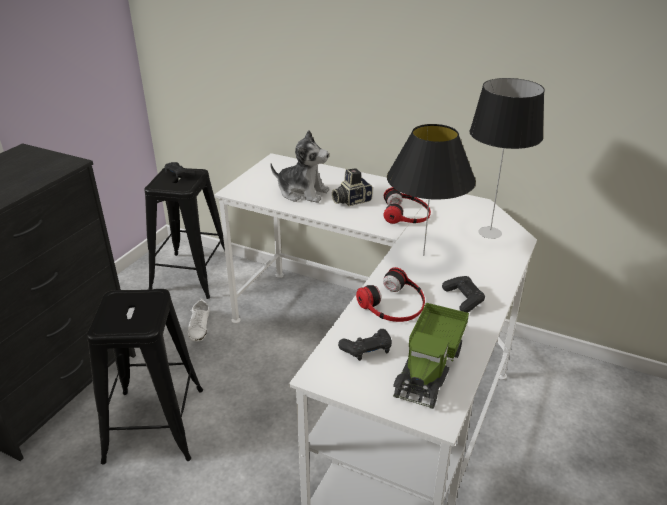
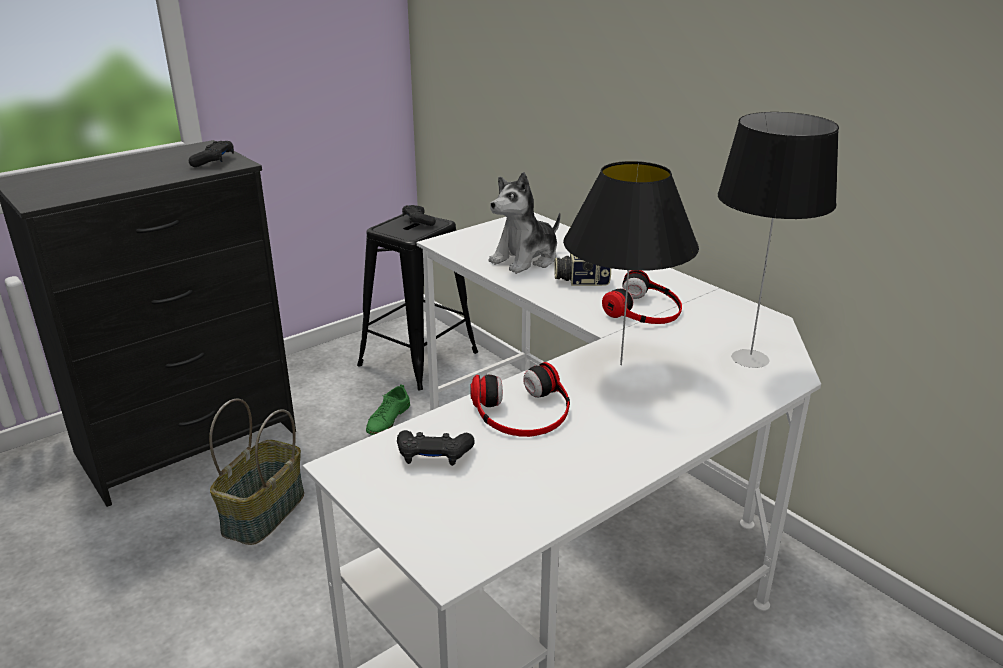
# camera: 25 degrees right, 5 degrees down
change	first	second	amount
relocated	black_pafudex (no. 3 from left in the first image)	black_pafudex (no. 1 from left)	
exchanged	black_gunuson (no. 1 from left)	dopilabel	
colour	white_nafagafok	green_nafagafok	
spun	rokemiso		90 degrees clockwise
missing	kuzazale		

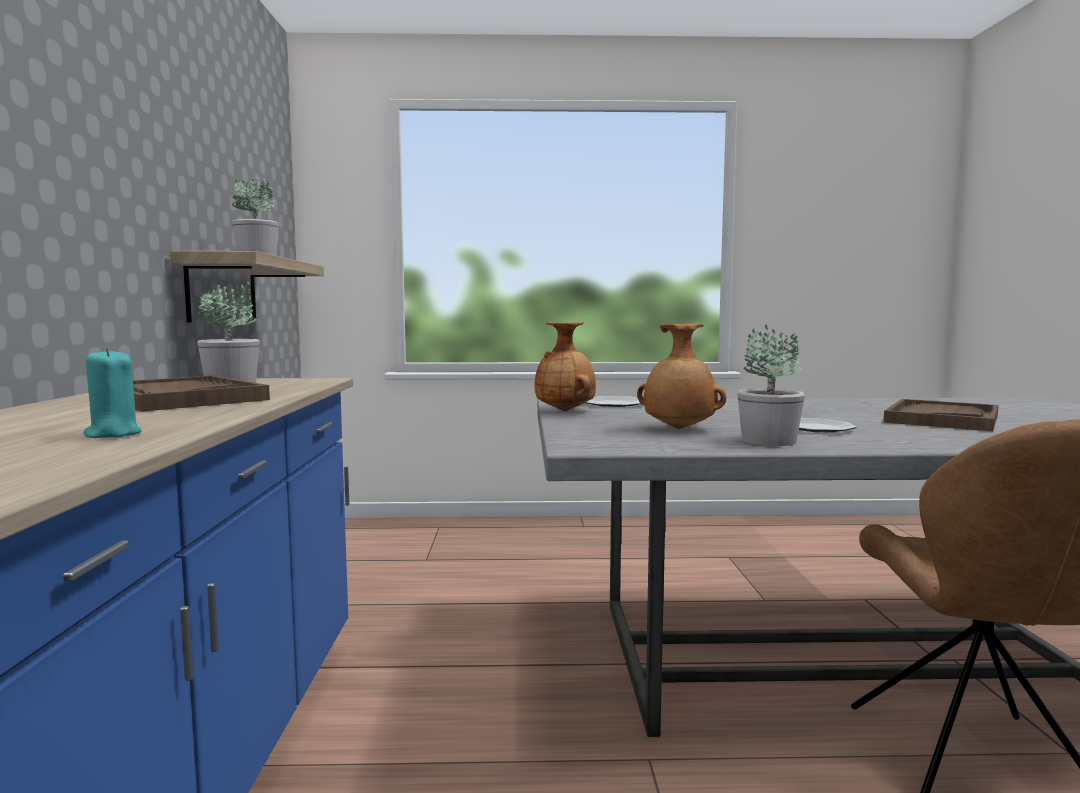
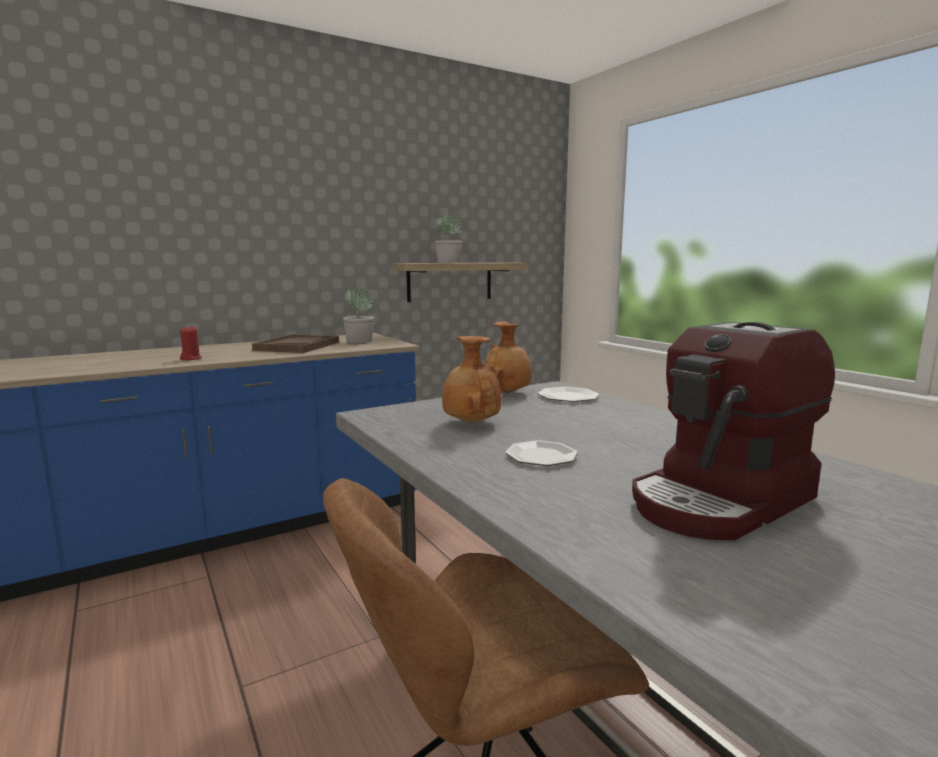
# camera: 60 degrees right, 5 degrees up
change	first	second	amount
colour	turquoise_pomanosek	red_pomanosek	
exchanged	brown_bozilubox (no. 2 from left)	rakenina	
missing	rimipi (no. 3 from left)		

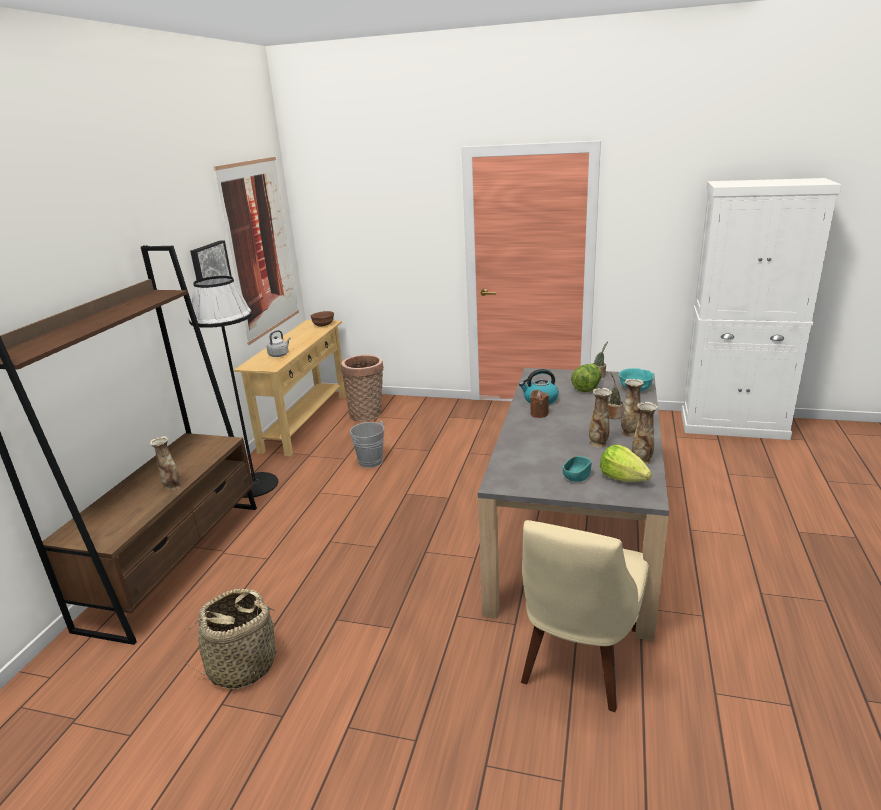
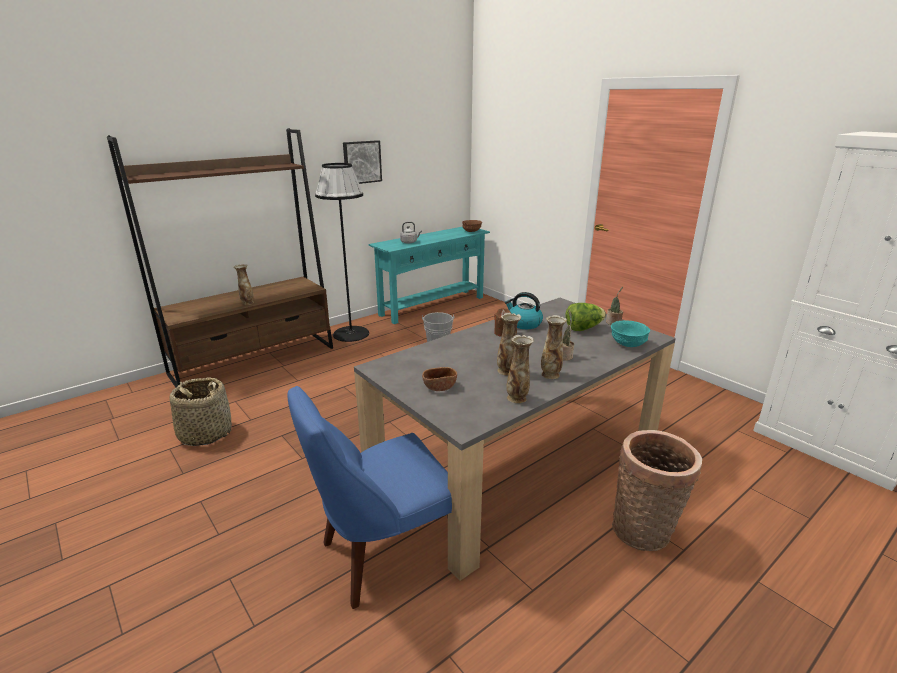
# camera: 35 degrees right, 0 degrees up
change	first	second	amount
colour	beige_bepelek	blue_bepelek	
colour	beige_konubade	turquoise_konubade	
colour	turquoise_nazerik (no. 1 from left)	brown_nazerik (no. 1 from left)	
relocated	dopilabel (no. 2 from left)		
missing	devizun (no. 2 from left)		
missing	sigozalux (no. 2 from left)		

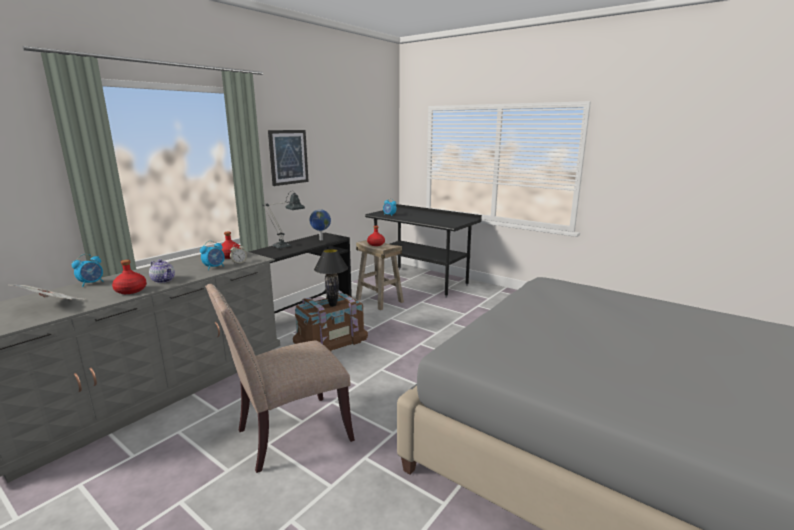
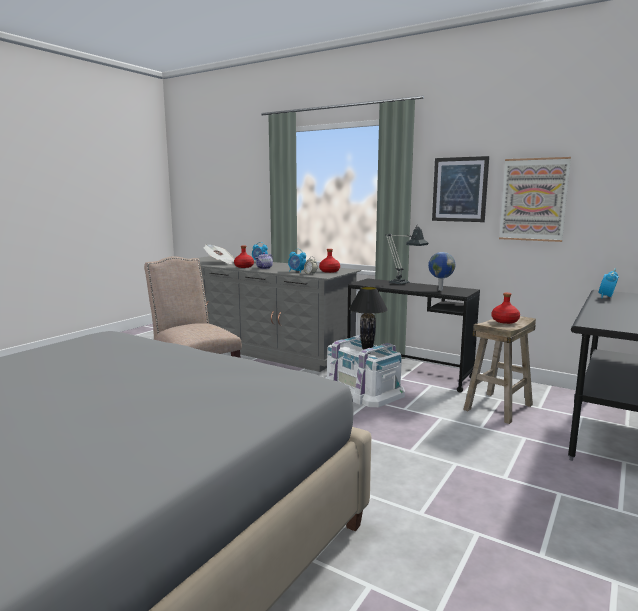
# camera: 85 degrees right, 5 degrees down
change	first	second	amount
colour	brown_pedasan	white_pedasan	
appeared		devizun (no. 2 from left)	

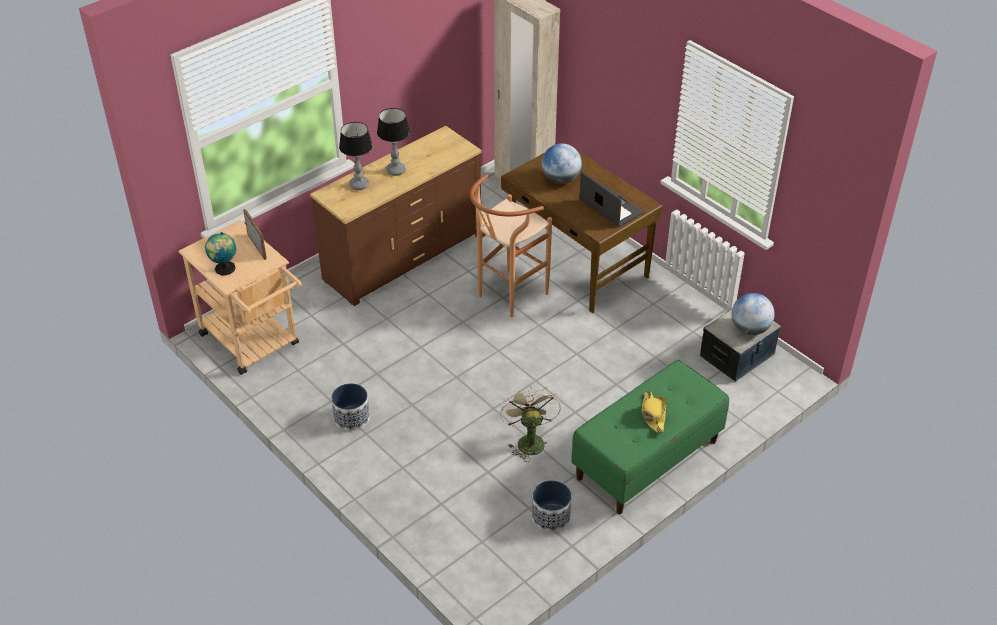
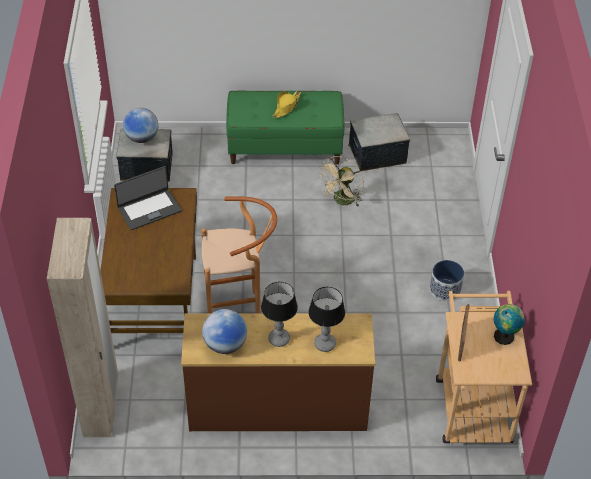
# camera: 140 degrees left, 5 degrees up
change	first	second	amount
spun	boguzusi		120 degrees counterclockwise
relocated	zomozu (no. 2 from left)		
exchanged	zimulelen (no. 2 from left)	pedasan (no. 2 from left)	

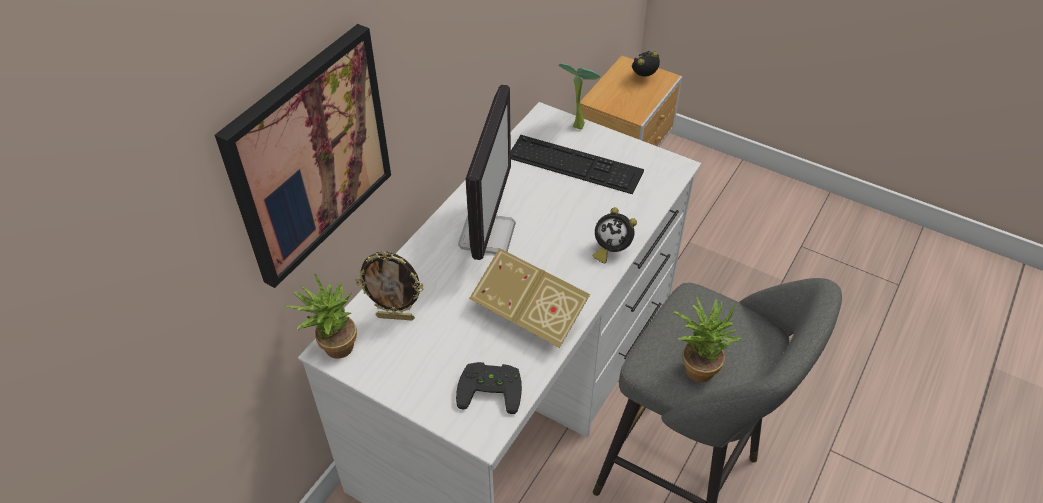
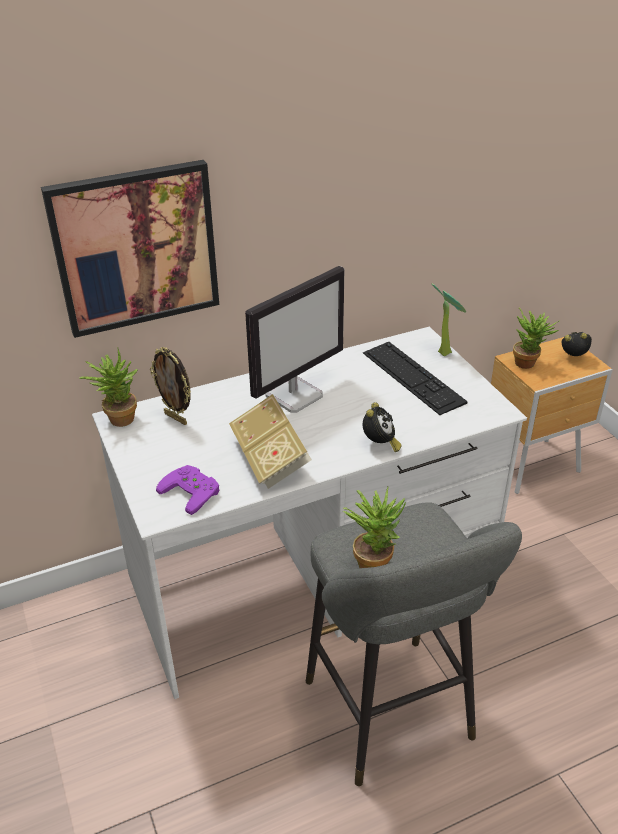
# camera: 35 degrees right, 10 degrees down
change	first	second	amount
colour	black_pafudex	purple_pafudex	
spun	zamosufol (no. 1 from left)		135 degrees counterclockwise
appeared		rimipi (no. 4 from left)	

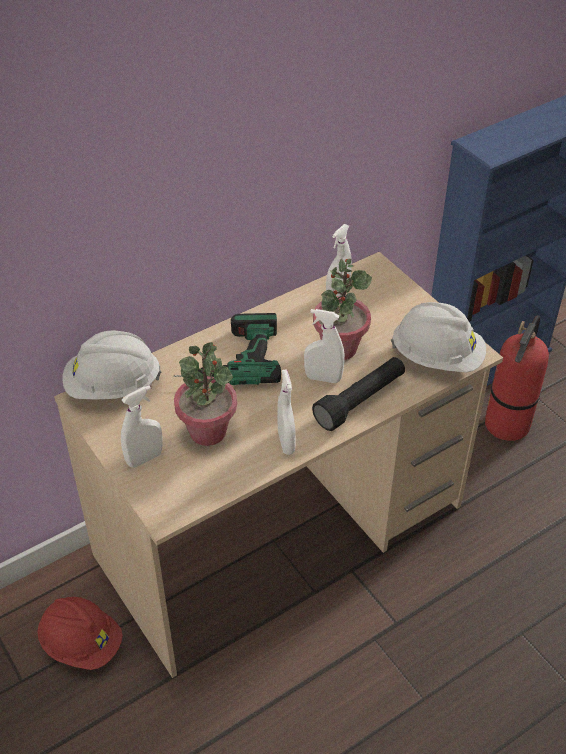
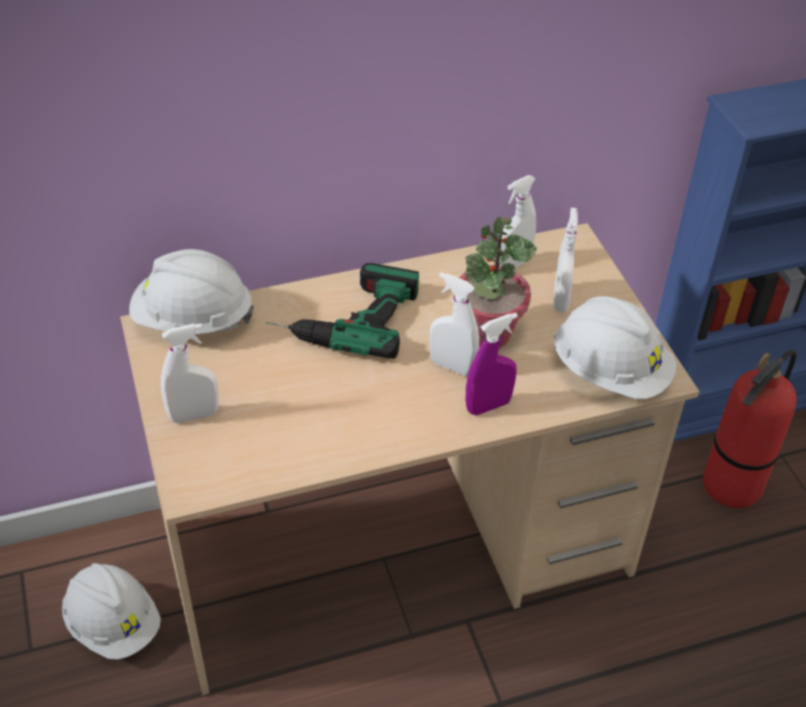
# camera: 15 degrees right, 0 degrees up
change	first	second	amount
colour	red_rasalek	white_rasalek (no. 1 from left)	
exchanged	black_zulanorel	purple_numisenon	
relocated	white_numisenon (no. 2 from left in the first image)	white_numisenon (no. 4 from left)	
missing	rimipi (no. 1 from left)		

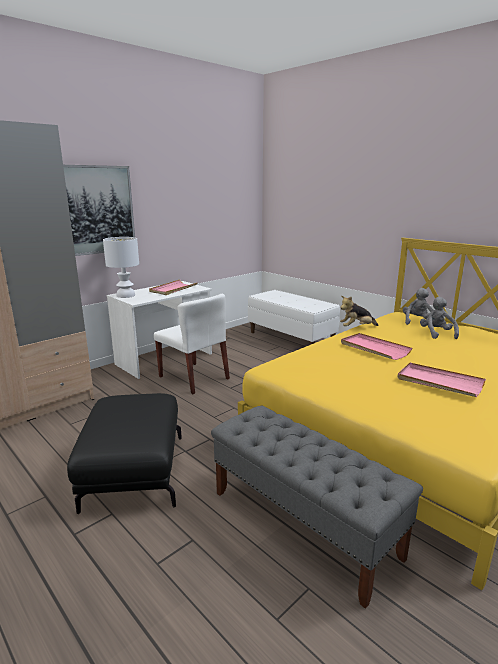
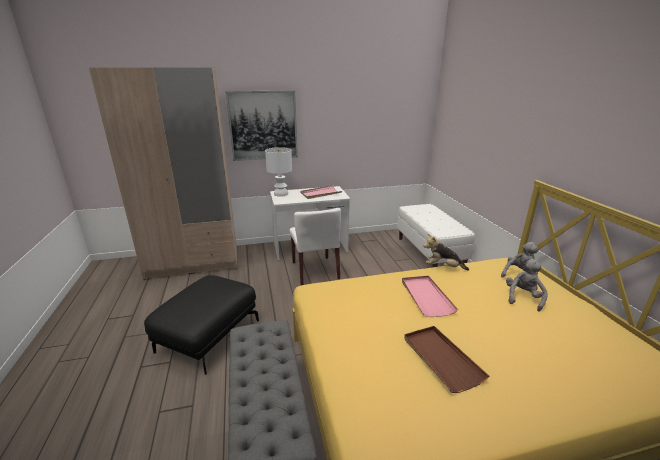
# camera: 30 degrees right, 5 degrees up
change	first	second	amount
colour	pink_bozilubox (no. 3 from left)	brown_bozilubox	

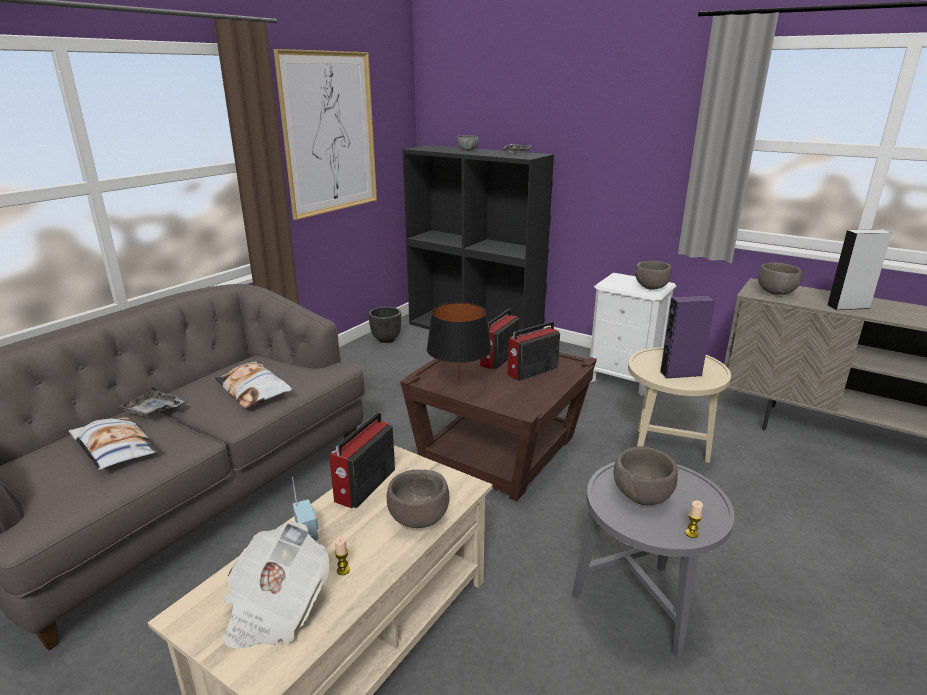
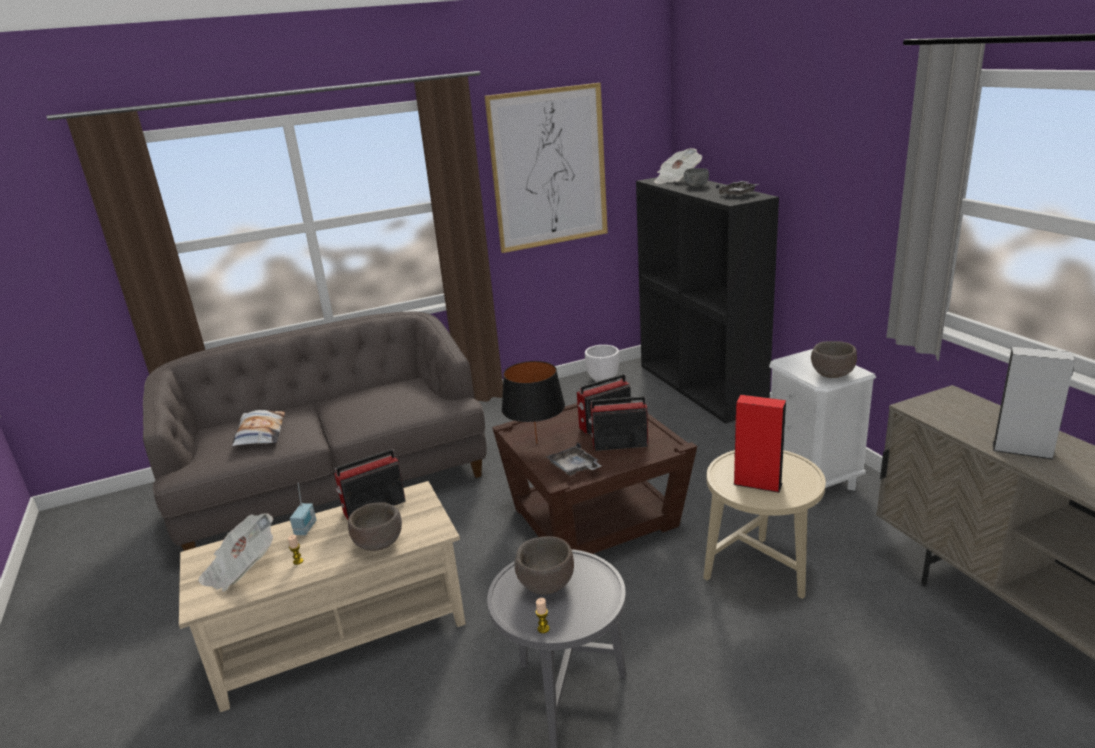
# camera: 35 degrees right, 0 degrees up
change	first	second	amount
relocated	grey_bozilubox (no. 1 from left)		
colour	black_zimulelen	white_zimulelen	
appeared		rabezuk (no. 2 from left)	
colour	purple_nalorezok	red_nalorezok	
missing	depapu (no. 2 from left)		
missing	brown_nazerik (no. 4 from left)		

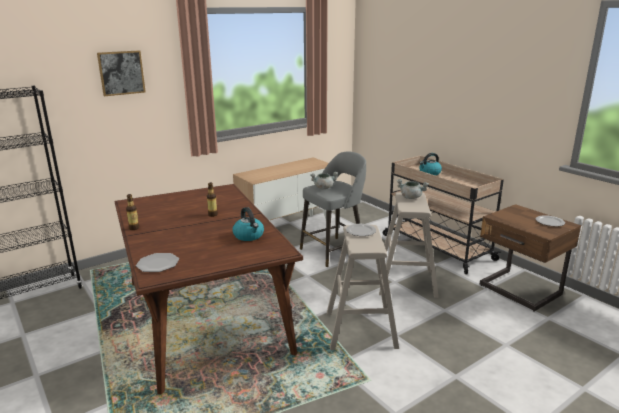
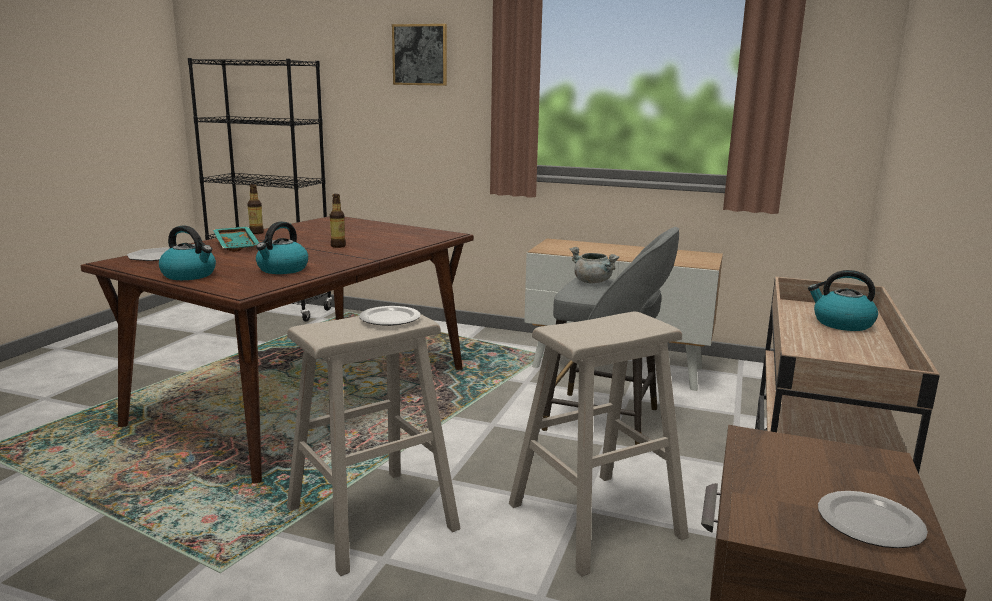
# camera: 55 degrees right, 5 degrees down
change	first	second	amount
appeared		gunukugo (no. 1 from left)	
appeared		turquoise_bozilubox	
missing	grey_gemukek (no. 2 from left)		

